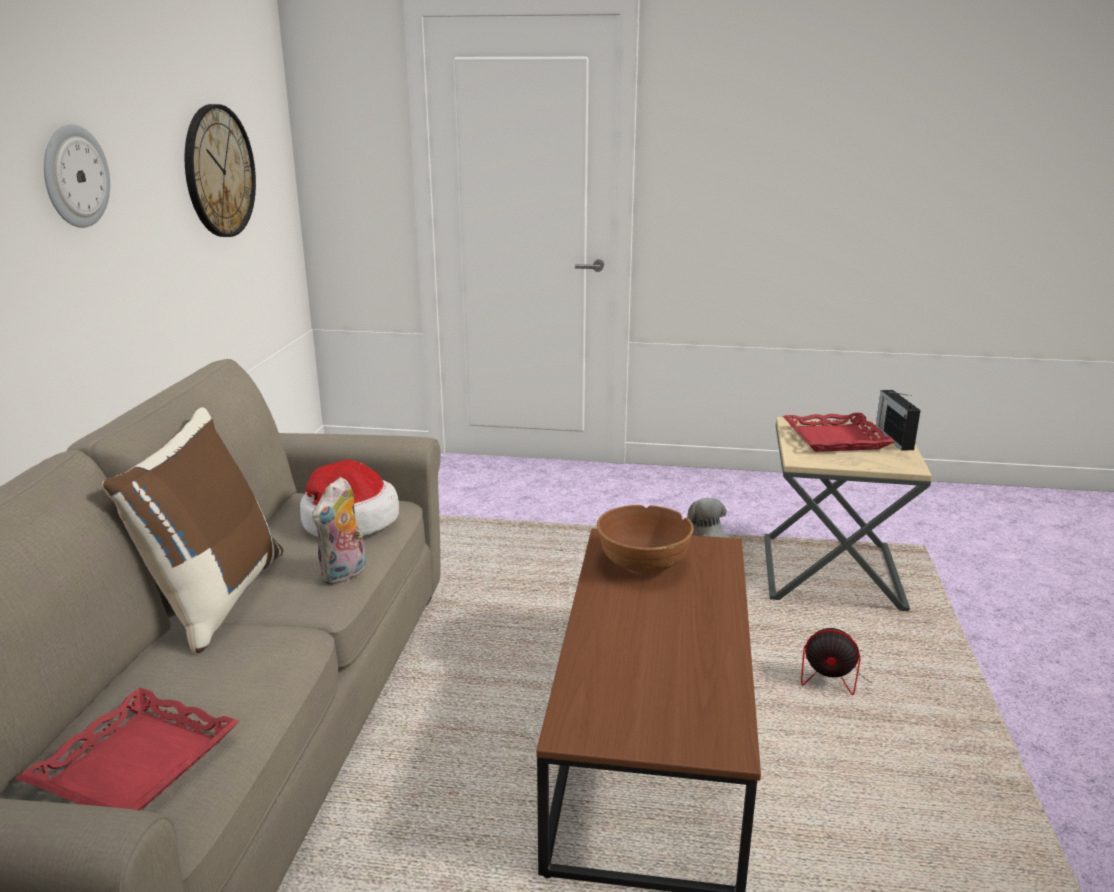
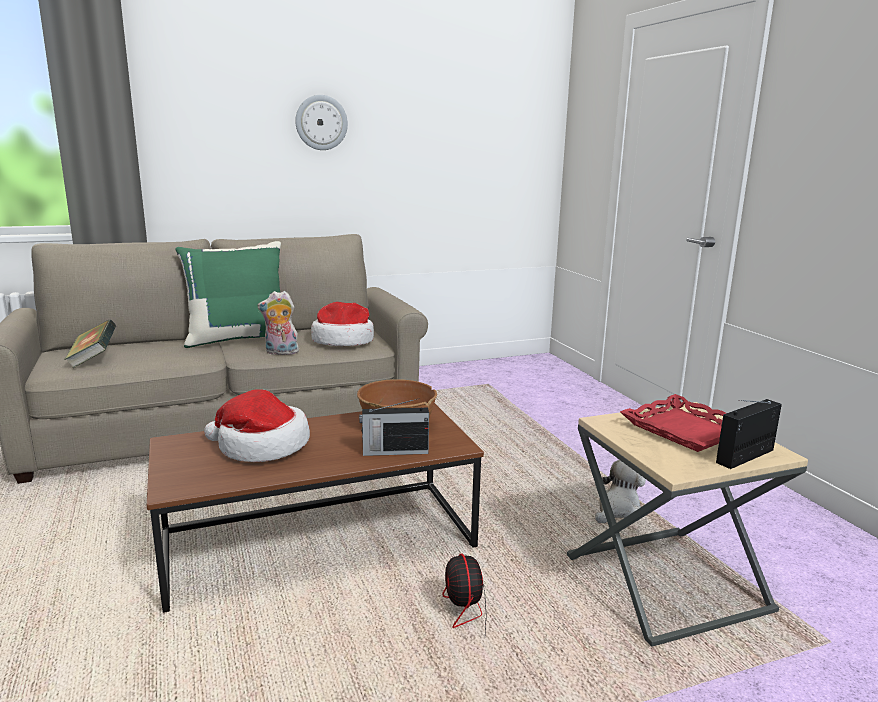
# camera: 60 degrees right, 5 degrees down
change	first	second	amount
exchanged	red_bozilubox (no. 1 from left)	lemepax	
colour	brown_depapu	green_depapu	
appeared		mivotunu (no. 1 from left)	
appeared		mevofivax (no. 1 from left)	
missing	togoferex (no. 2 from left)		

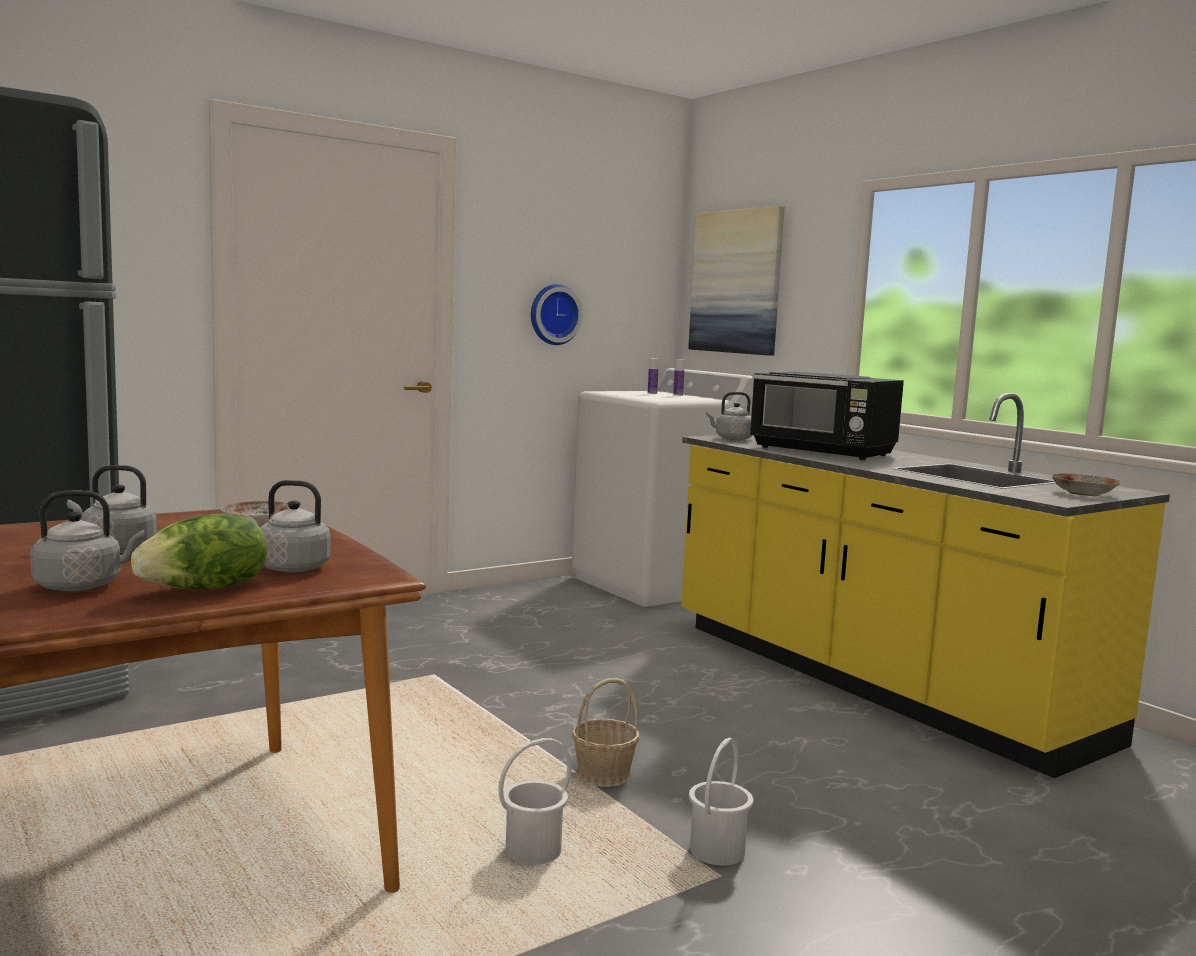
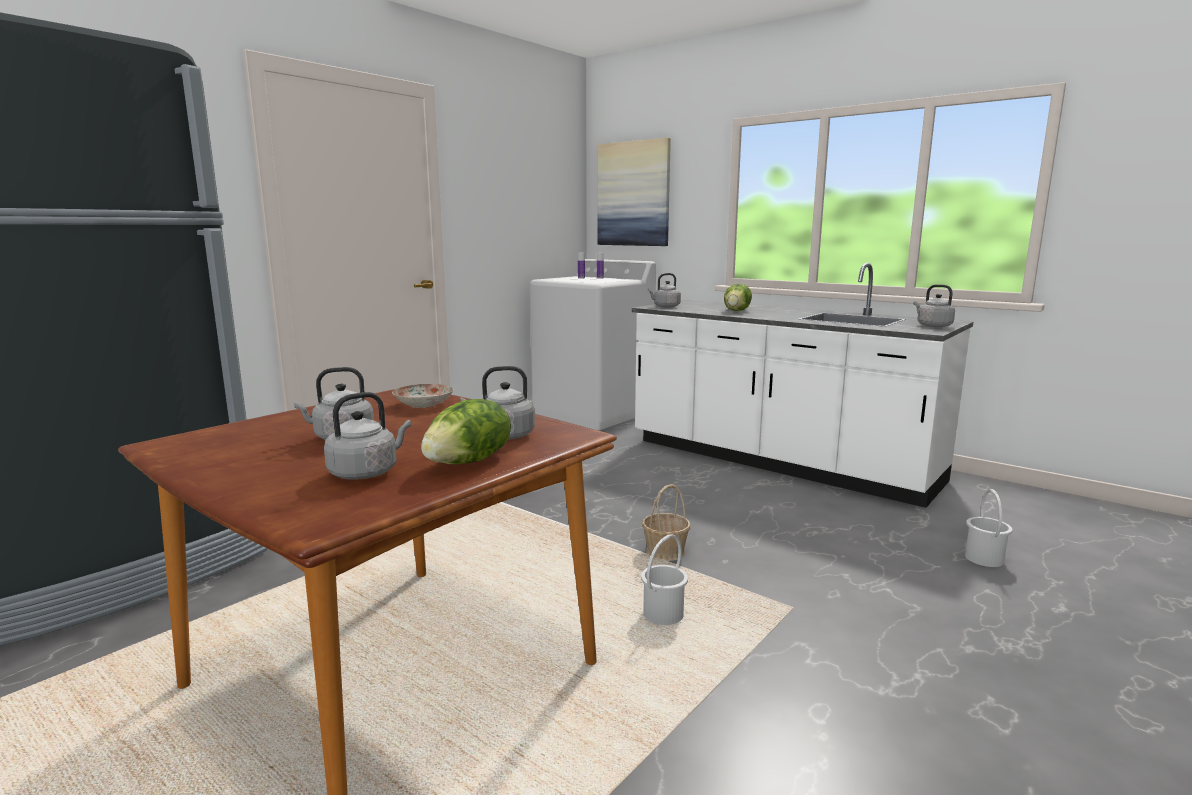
# camera: 15 degrees left, 5 degrees up
change	first	second	amount
colour	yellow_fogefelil	white_fogefelil	
exchanged	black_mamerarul	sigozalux (no. 2 from left)	
exchanged	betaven (no. 2 from left)	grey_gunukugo (no. 5 from left)	
relocated	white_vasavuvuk (no. 2 from left)		
missing	togoferex		

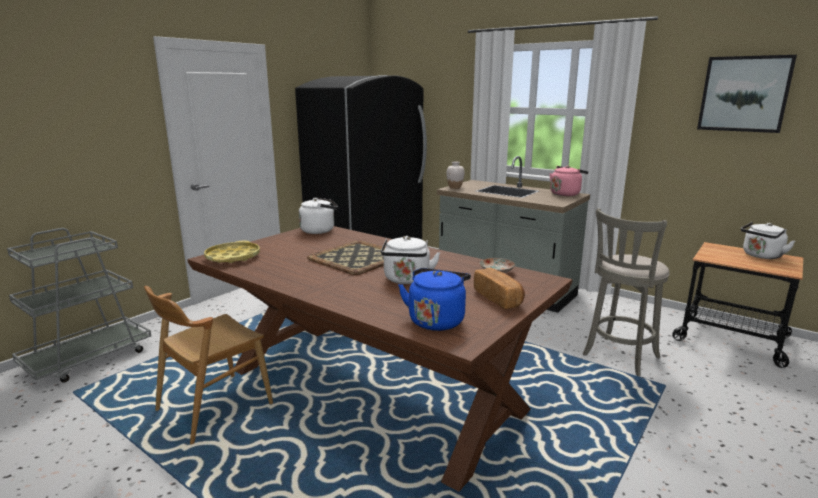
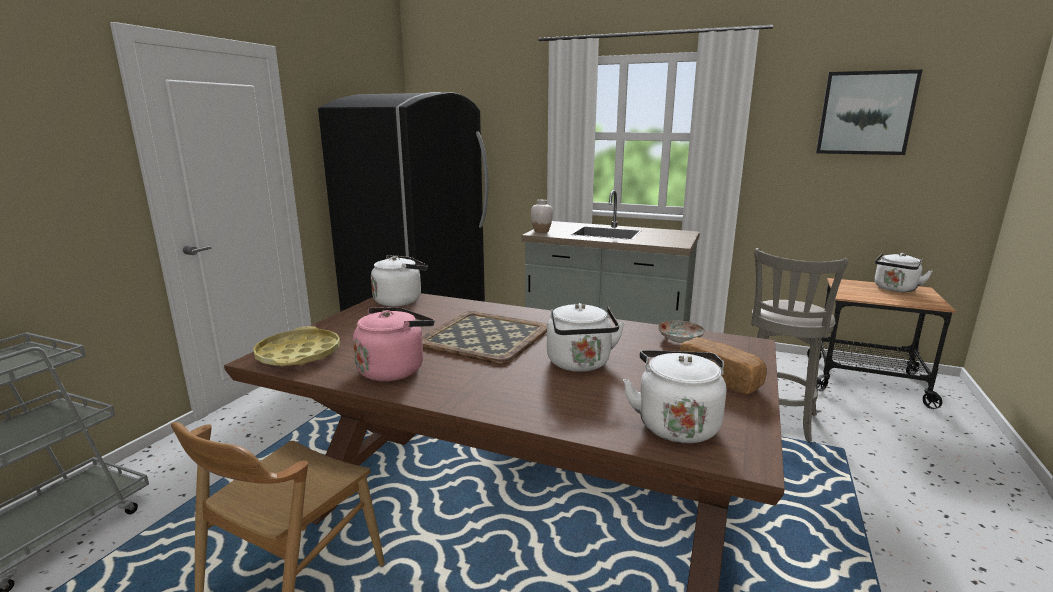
# camera: 15 degrees left, 0 degrees up
change	first	second	amount
relocated	pink_gunukugo		
colour	blue_gunukugo	white_gunukugo (no. 3 from left)	

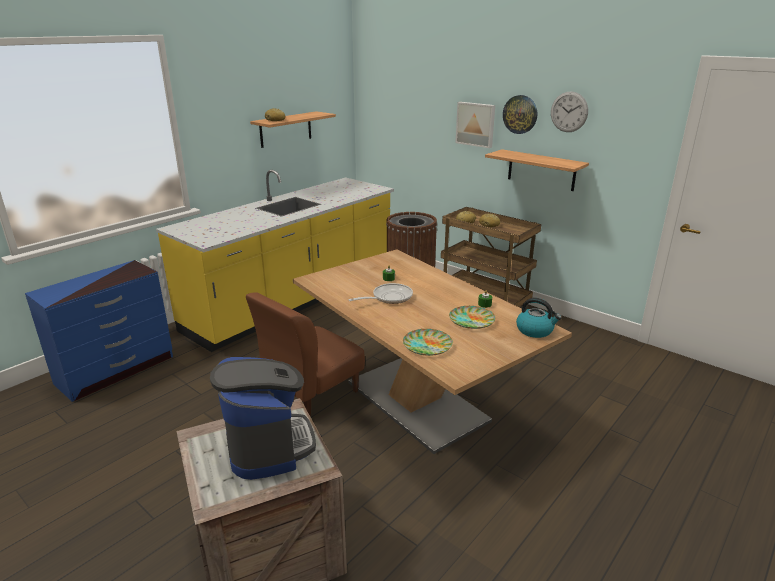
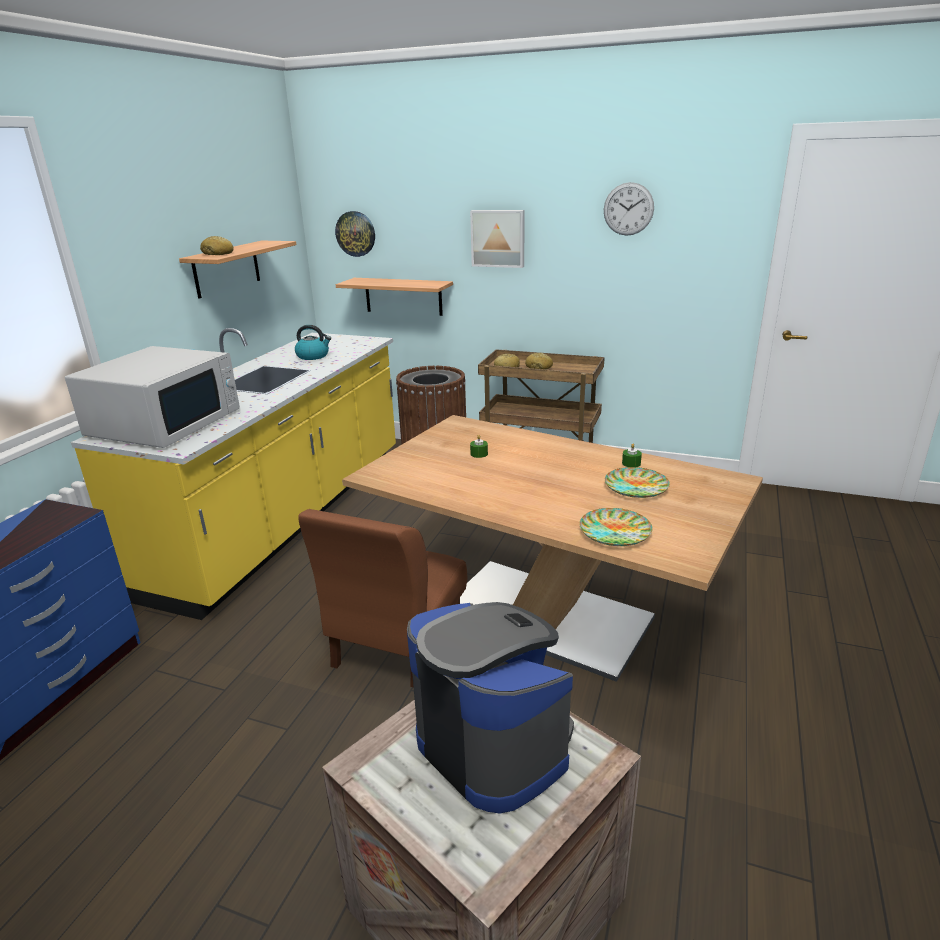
# camera: 20 degrees left, 0 degrees up
change	first	second	amount
appeared		white_mamerarul	
relocated	gunukugo		
relocated	togoferex (no. 1 from left)		
relocated	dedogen (no. 2 from left)		
missing	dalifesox		

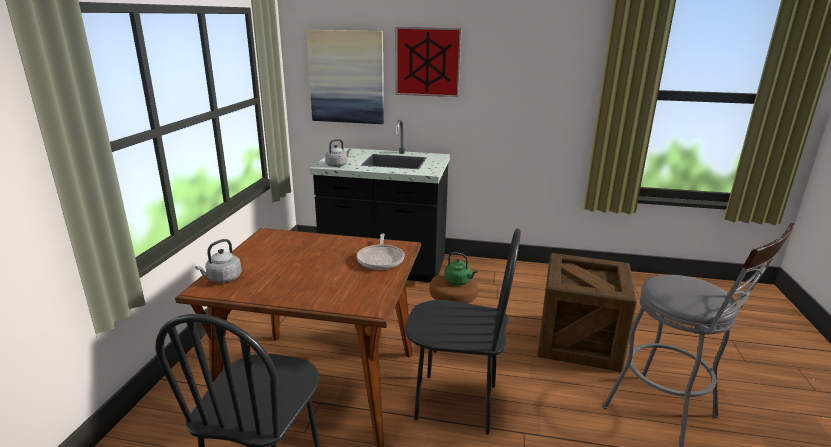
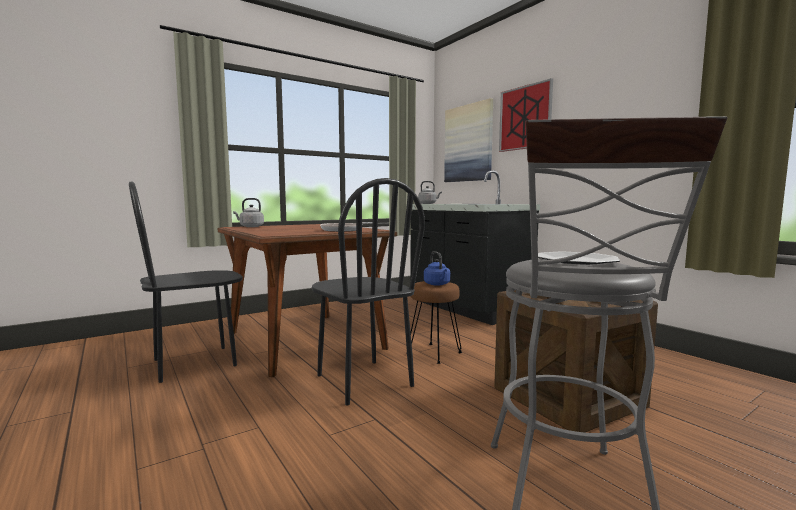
# camera: 45 degrees right, 15 degrees down
change	first	second	amount
colour	green_gunukugo	blue_gunukugo	
appeared		betaven	

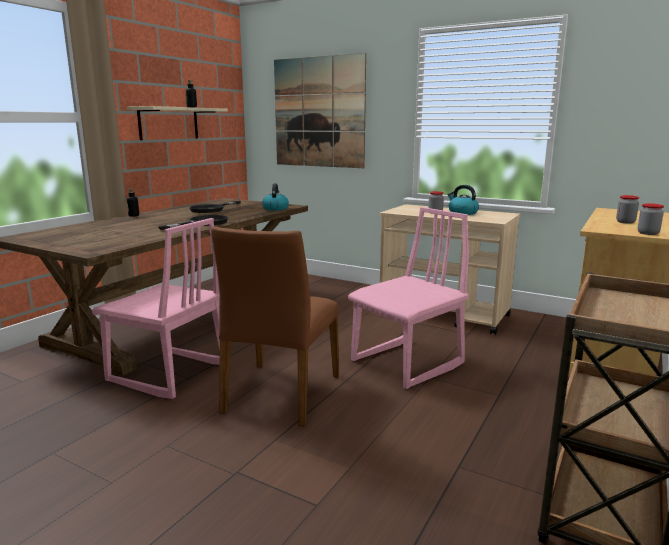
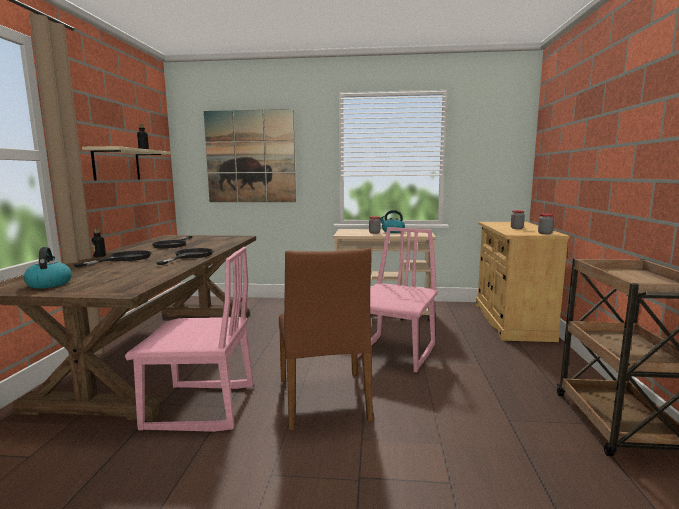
# camera: 25 degrees left, 5 degrees down
change	first	second	amount
relocated	gunukugo (no. 1 from left)		
appeared		black_dalifesox (no. 1 from left)	

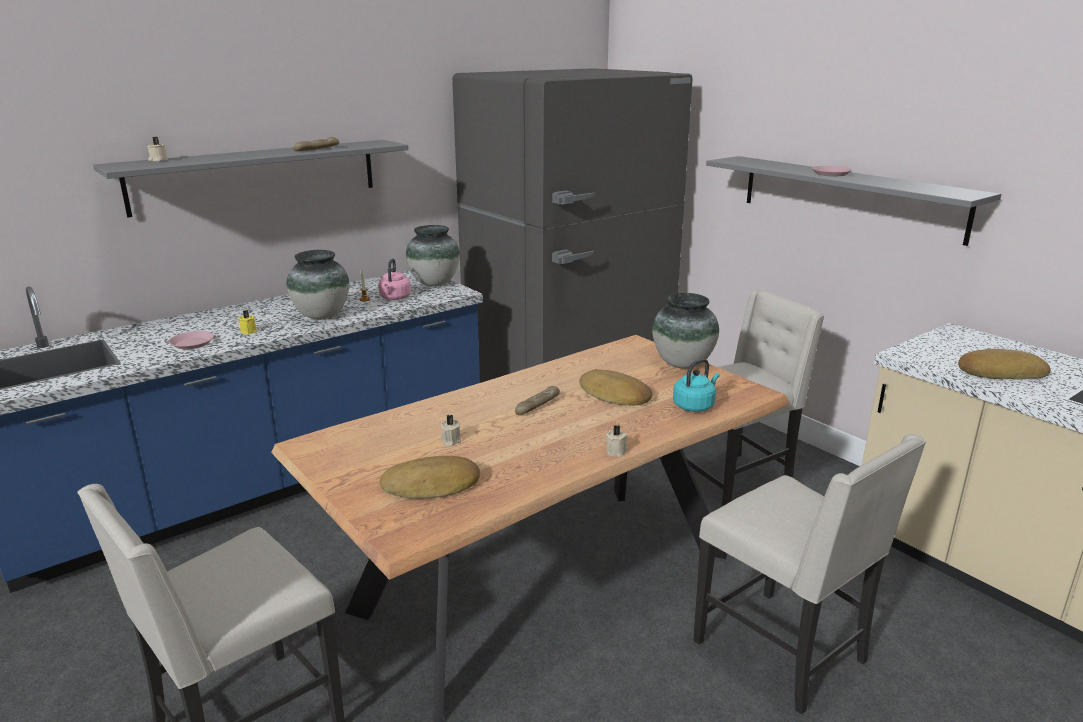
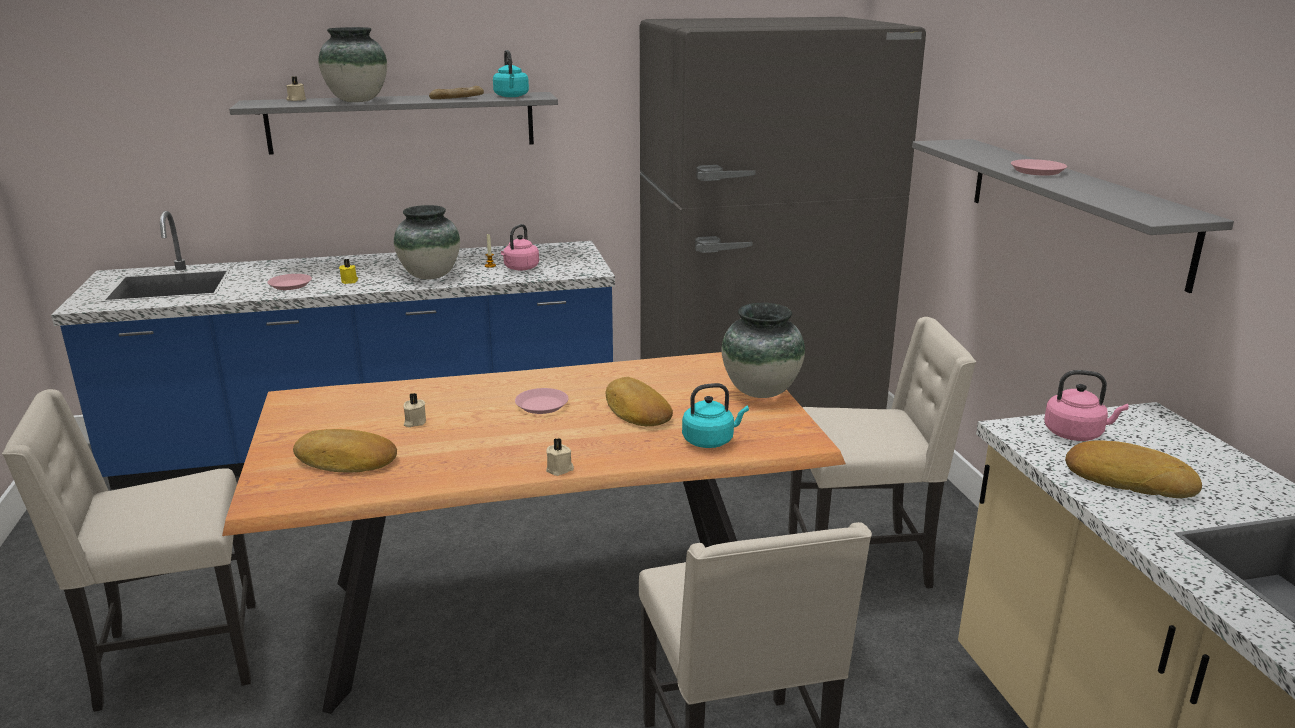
# camera: 25 degrees right, 0 degrees up
change	first	second	amount
relocated	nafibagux (no. 2 from left in the first image)	nafibagux (no. 1 from left)	
appeared		turquoise_gunukugo (no. 1 from left)	
exchanged	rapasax (no. 3 from left)	pink_betaven (no. 2 from left)	
appeared		pink_gunukugo (no. 2 from left)	

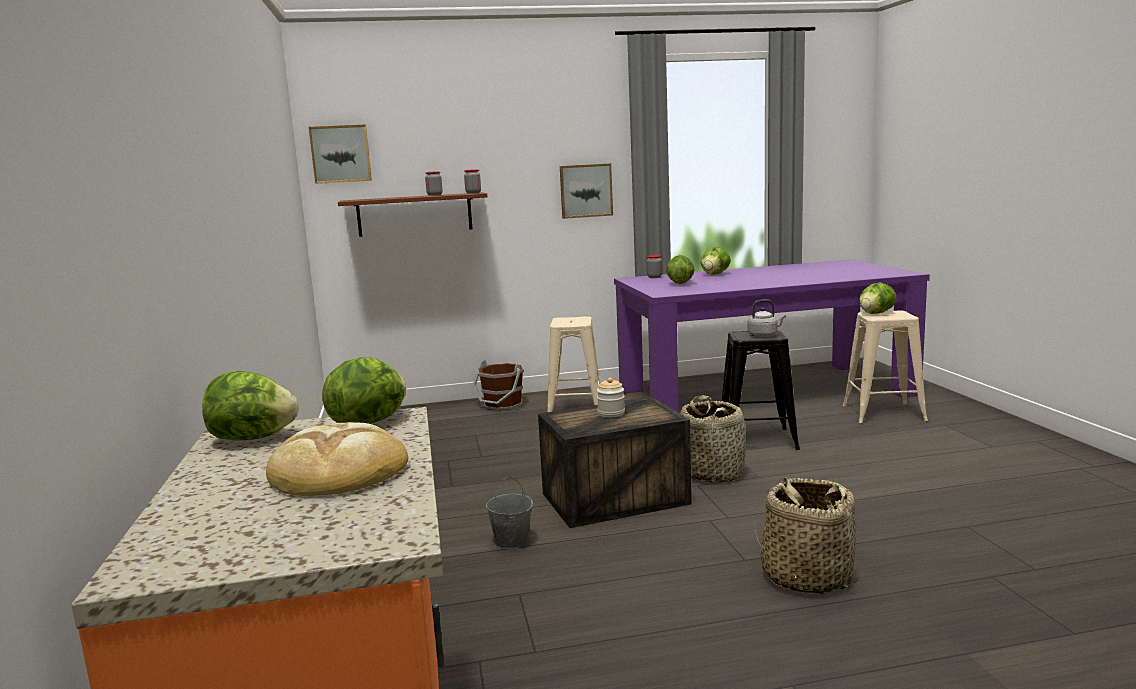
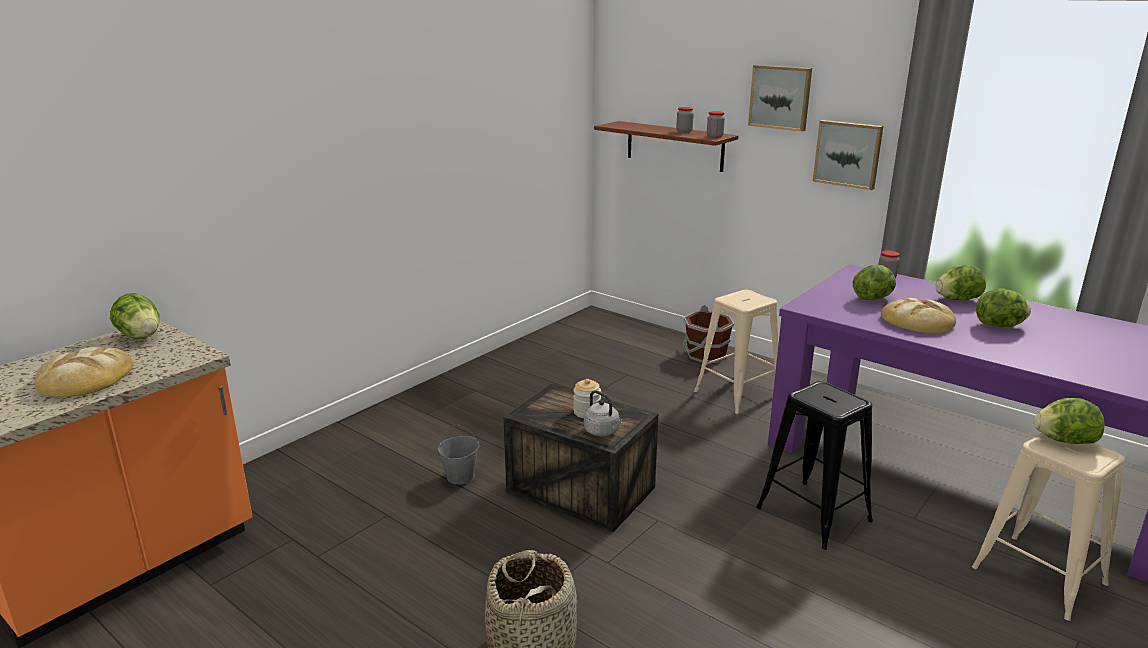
# camera: 50 degrees right, 10 degrees up
change	first	second	amount
relocated	grey_gunukugo		
relocated	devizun (no. 1 from left)		
appeared		rapasax (no. 2 from left)	
relocated	sigozalux (no. 2 from left in the first image)	sigozalux (no. 4 from left)	
missing	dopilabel (no. 1 from left)		

